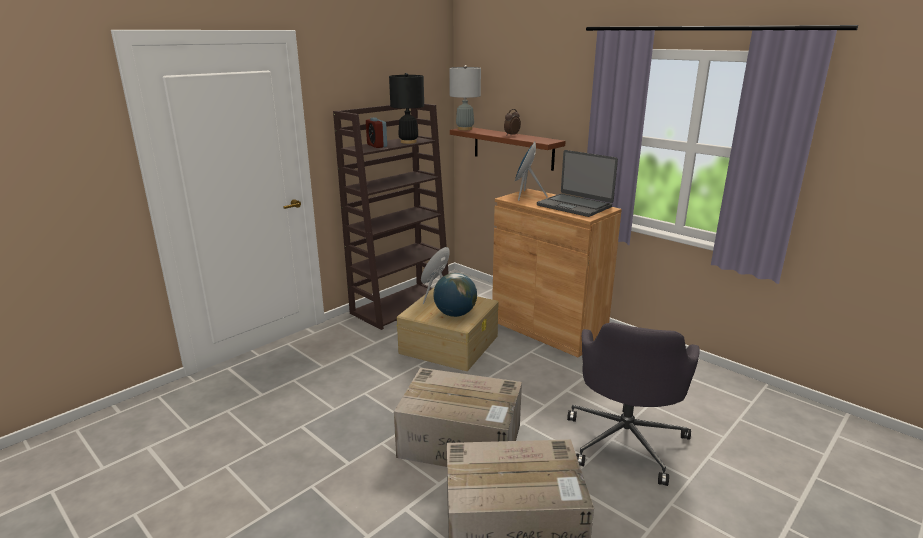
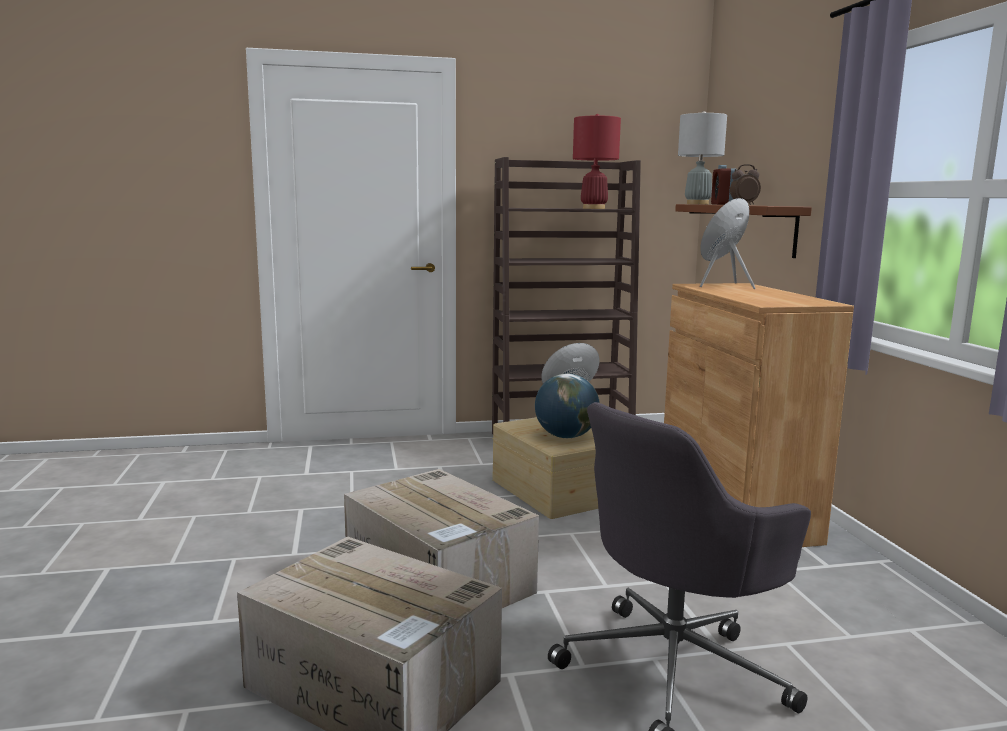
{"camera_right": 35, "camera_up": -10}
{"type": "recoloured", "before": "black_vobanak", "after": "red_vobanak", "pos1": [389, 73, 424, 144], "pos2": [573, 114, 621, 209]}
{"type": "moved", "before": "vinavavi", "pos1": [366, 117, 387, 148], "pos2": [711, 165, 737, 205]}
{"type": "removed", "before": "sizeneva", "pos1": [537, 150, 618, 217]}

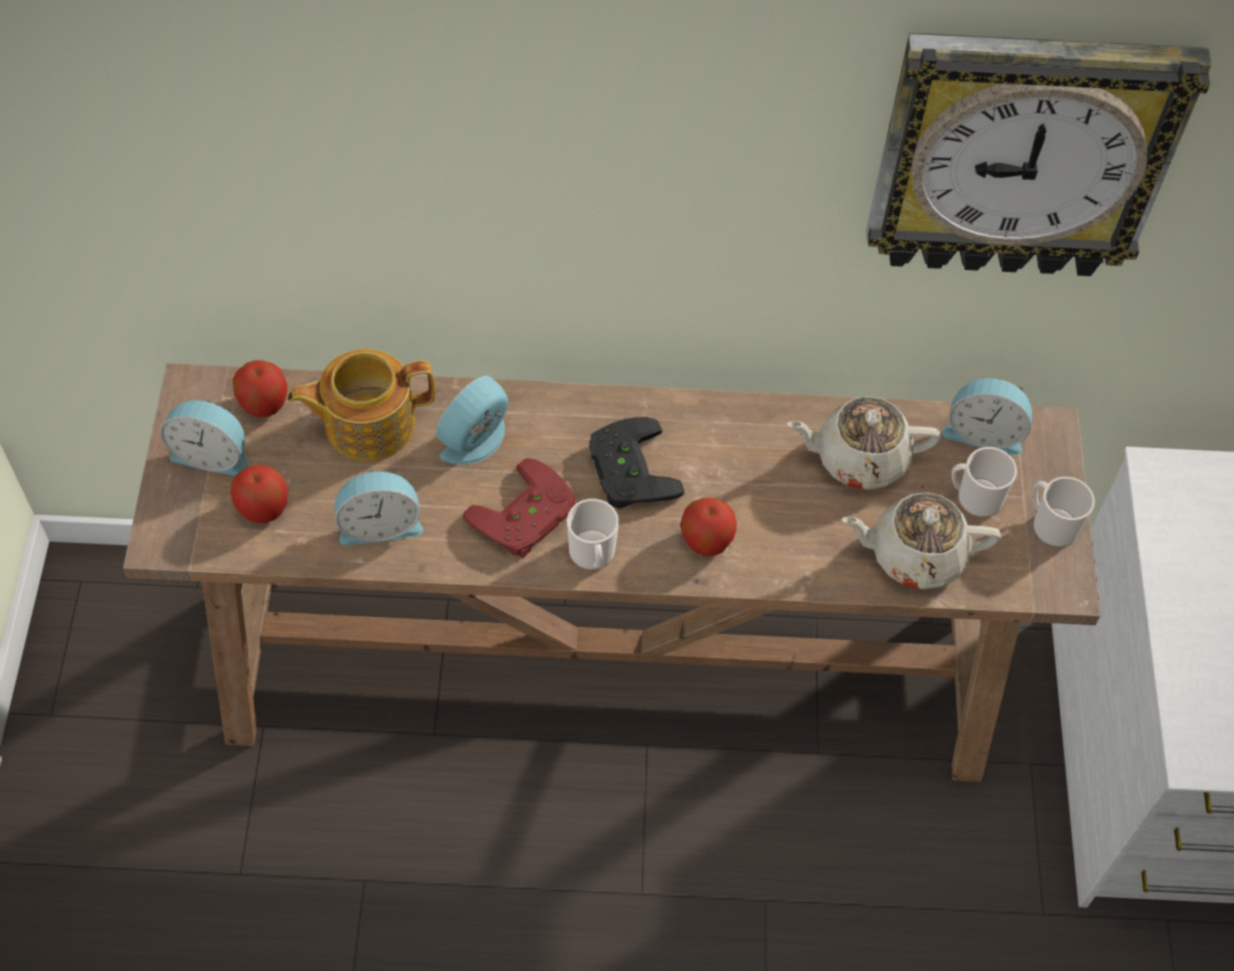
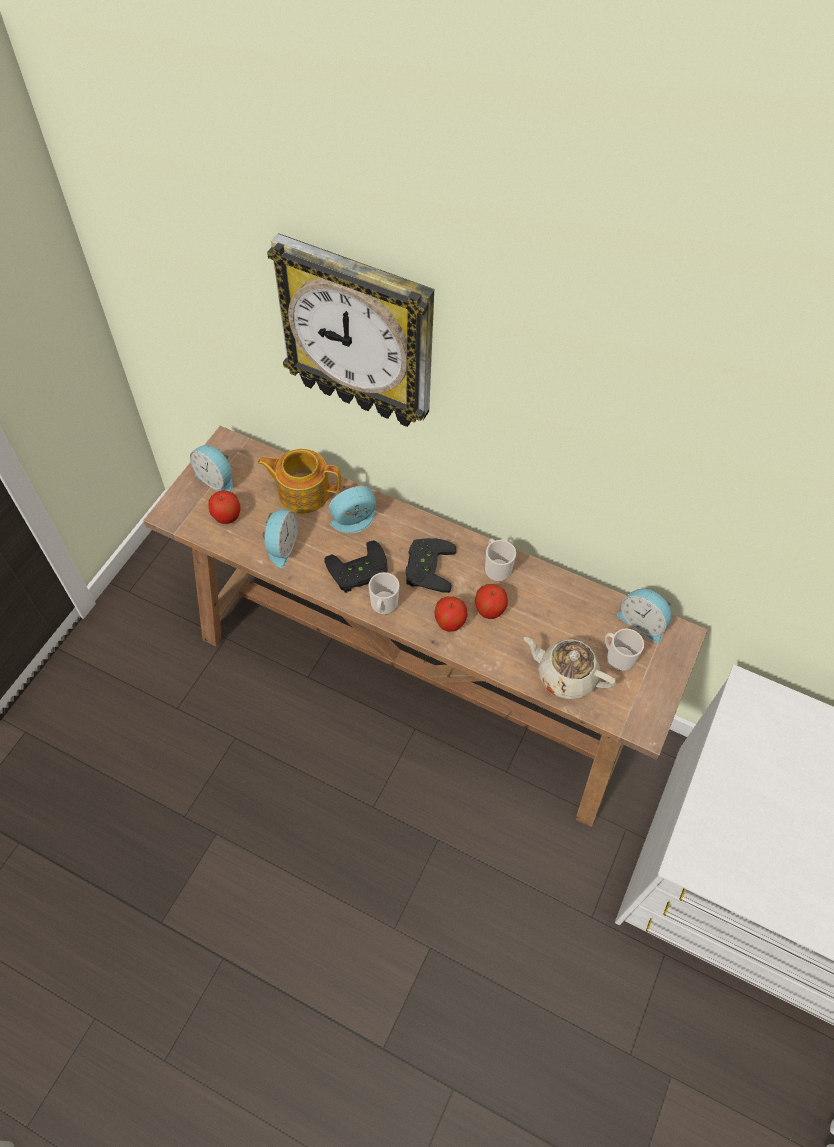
{"camera_right": 25, "camera_up": 0}
{"type": "turned", "before": "vinavavi", "pos1": [335, 470, 423, 545], "pos2": [263, 510, 298, 568], "turn": -90}
{"type": "moved", "before": "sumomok", "pos1": [866, 33, 1212, 276], "pos2": [267, 233, 434, 427]}
{"type": "recoloured", "before": "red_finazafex", "after": "black_finazafex", "pos1": [463, 458, 576, 558], "pos2": [324, 540, 388, 593]}
{"type": "moved", "before": "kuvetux", "pos1": [233, 360, 287, 417], "pos2": [475, 584, 508, 619]}
{"type": "moved", "before": "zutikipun", "pos1": [1032, 477, 1095, 547], "pos2": [485, 539, 516, 582]}
{"type": "removed", "before": "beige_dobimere", "pos1": [787, 396, 942, 490]}

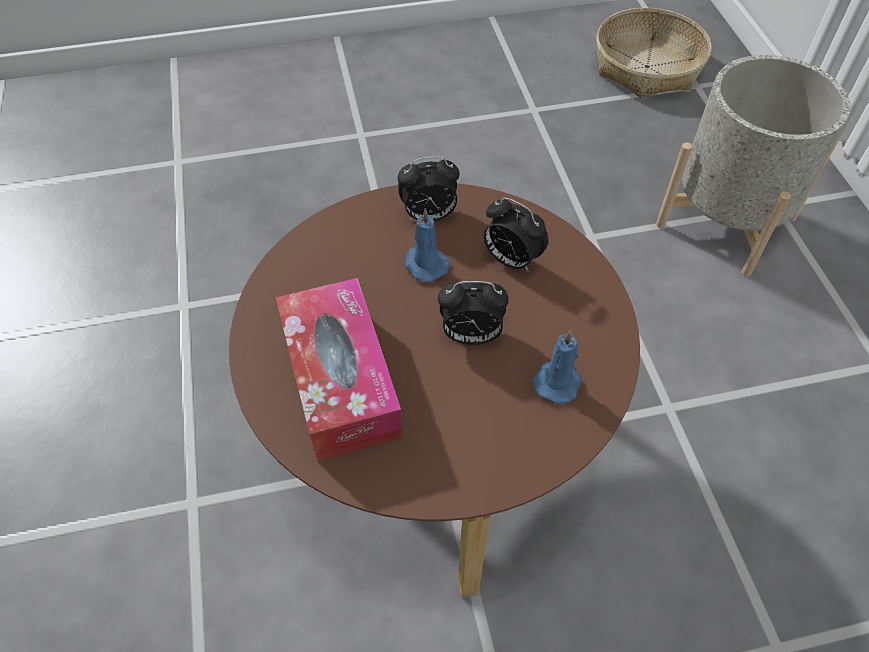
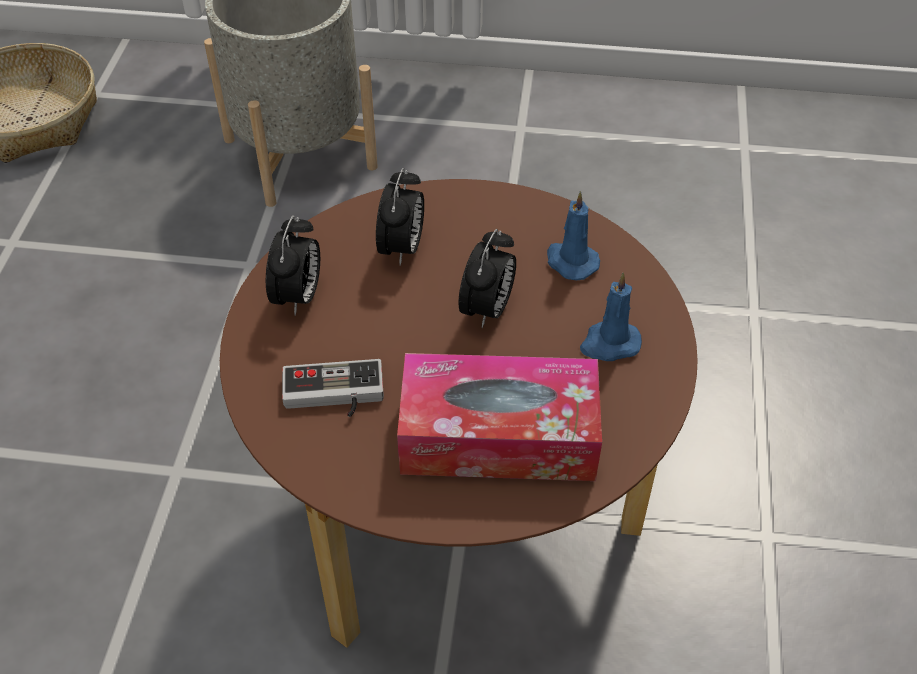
{"camera_right": -70, "camera_up": -5}
{"type": "added", "after": "finazafex", "pos2": [282, 359, 384, 417]}
{"type": "turned", "before": "vinavavi", "pos1": [484, 198, 549, 272], "pos2": [376, 168, 424, 266], "turn": -45}
{"type": "moved", "before": "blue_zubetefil", "pos1": [404, 208, 449, 282], "pos2": [580, 273, 642, 361]}

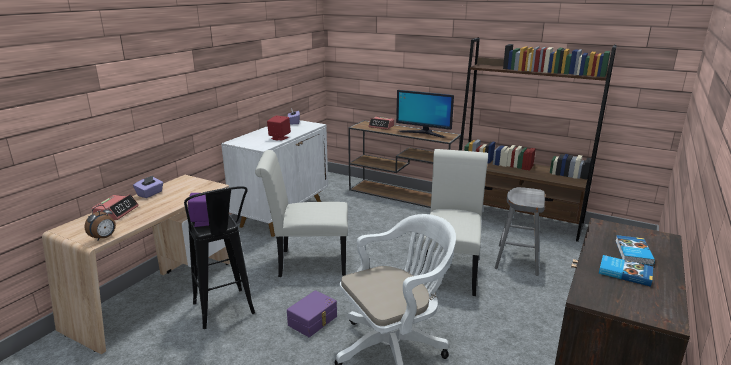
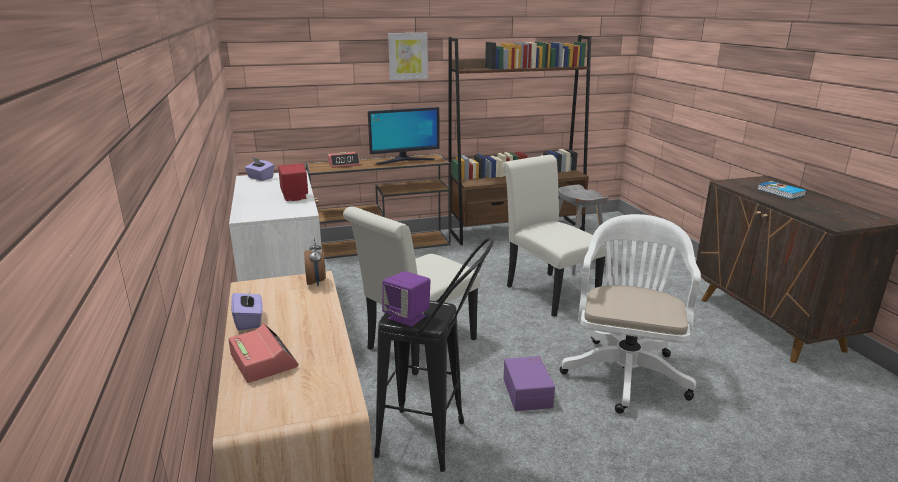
{"camera_right": -45, "camera_up": 0}
{"type": "moved", "before": "vinavavi", "pos1": [84, 205, 116, 241], "pos2": [304, 239, 326, 286]}
{"type": "added", "after": "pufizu", "pos2": [388, 33, 428, 80]}
{"type": "removed", "before": "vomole", "pos1": [599, 255, 653, 287]}

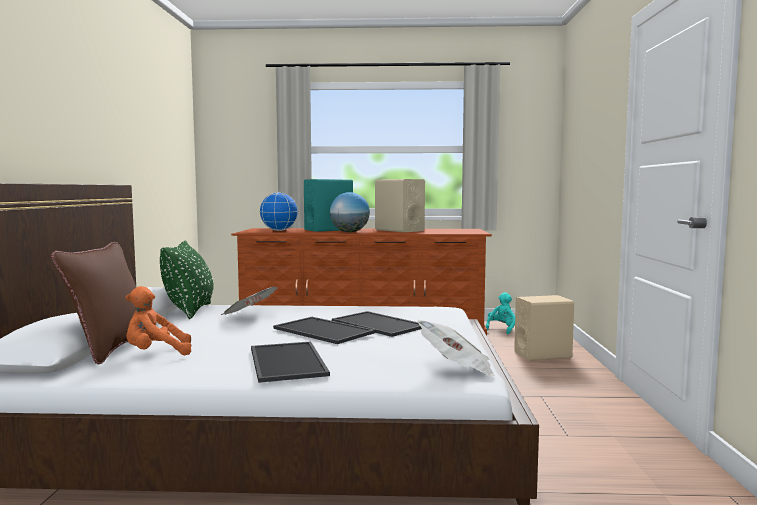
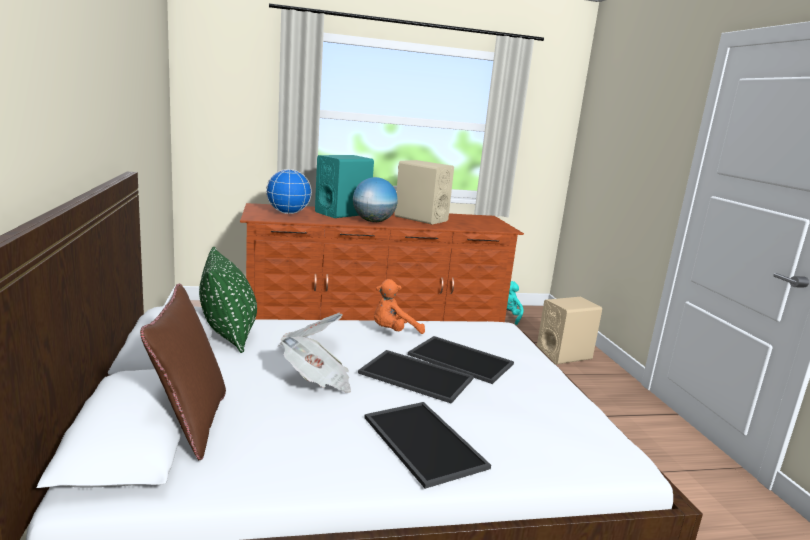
{"camera_right": -15, "camera_up": 10}
{"type": "moved", "before": "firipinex", "pos1": [417, 320, 494, 376], "pos2": [281, 336, 351, 393]}
{"type": "moved", "before": "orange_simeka", "pos1": [125, 286, 191, 355], "pos2": [374, 279, 425, 334]}

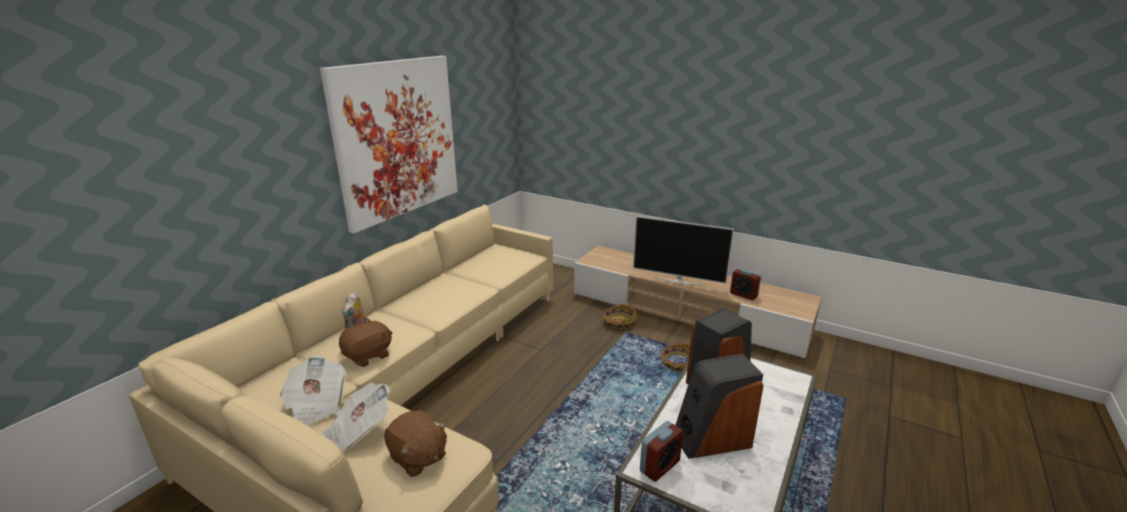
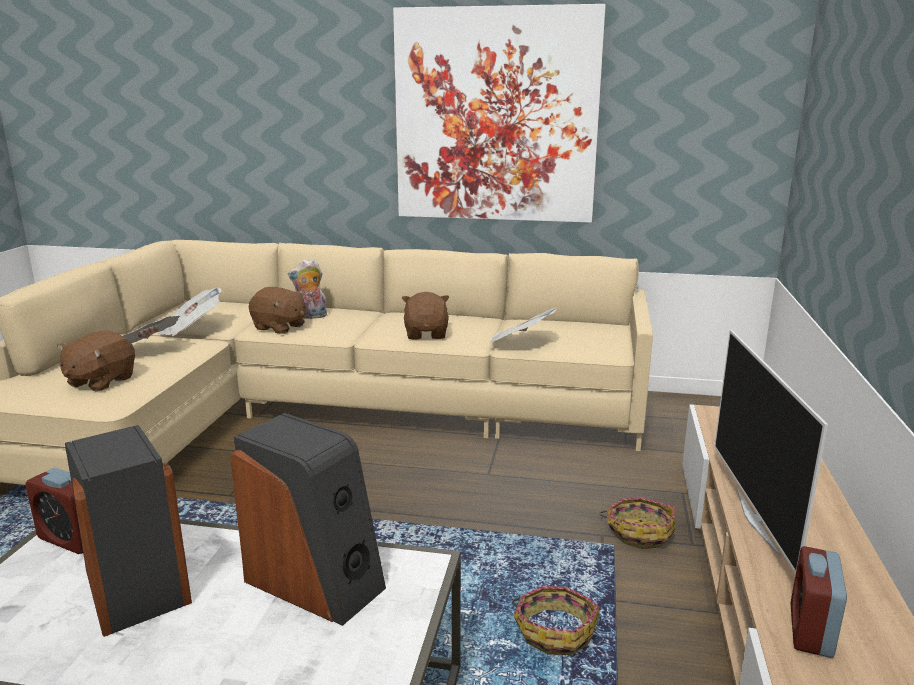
{"camera_right": 70, "camera_up": -5}
{"type": "added", "after": "brown_simeka", "pos2": [402, 292, 449, 339]}
{"type": "added", "after": "firipinex", "pos2": [490, 308, 557, 343]}

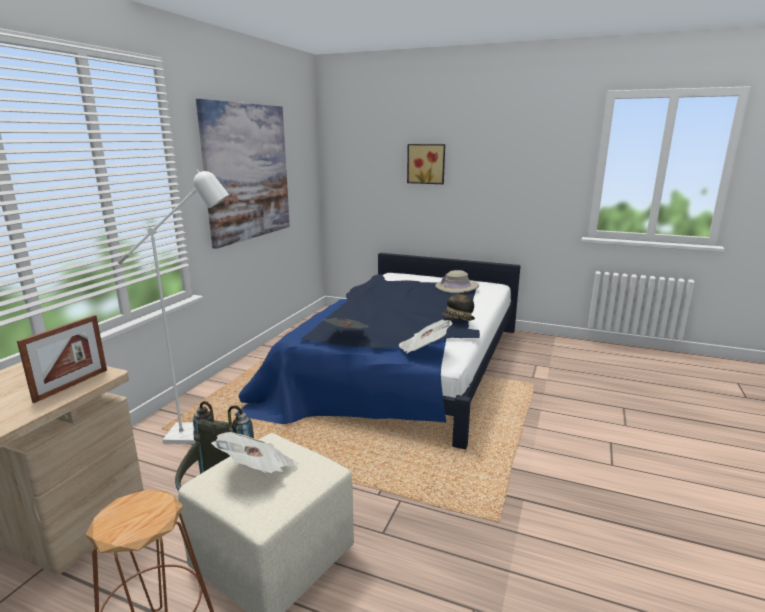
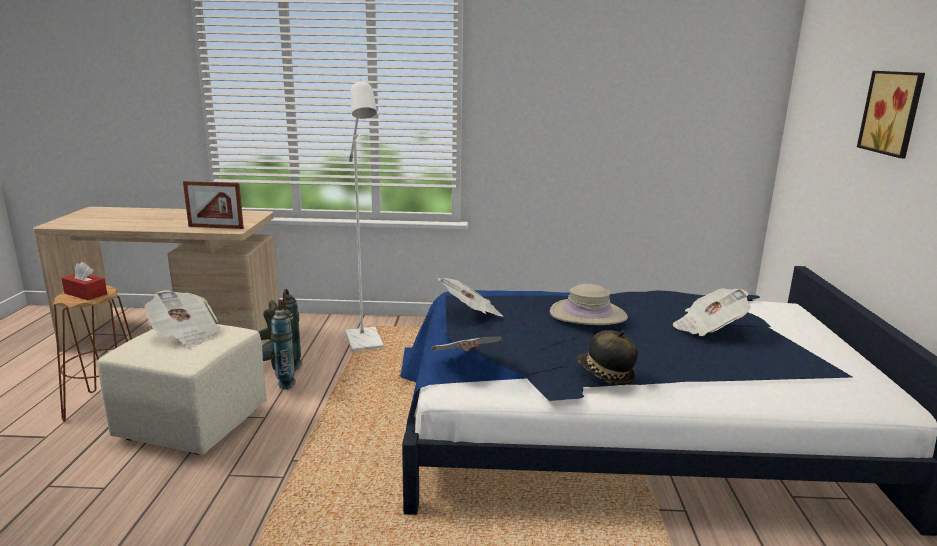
{"camera_right": 70, "camera_up": 0}
{"type": "added", "after": "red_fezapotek", "pos2": [61, 262, 107, 300]}
{"type": "moved", "before": "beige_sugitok", "pos1": [435, 270, 479, 293], "pos2": [550, 284, 628, 325]}
{"type": "added", "after": "firipinex", "pos2": [673, 288, 751, 336]}
{"type": "removed", "before": "pufizu", "pos1": [196, 99, 290, 249]}

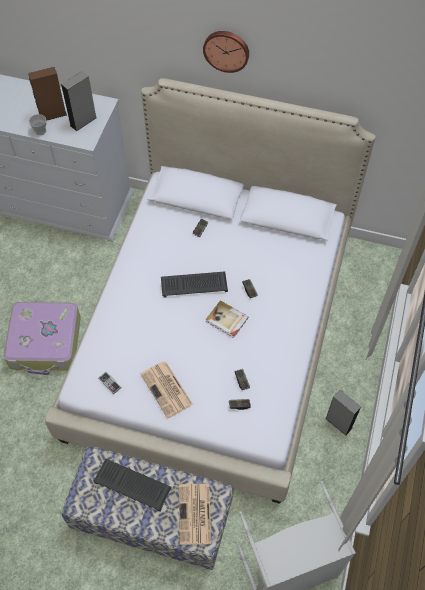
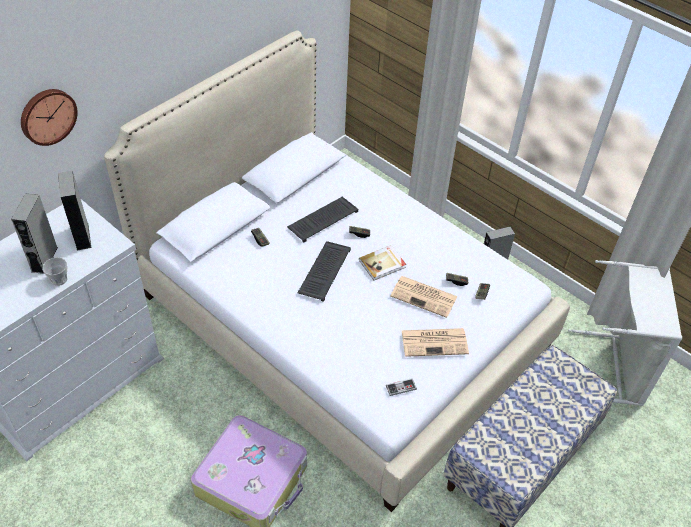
{"camera_right": -65, "camera_up": -10}
{"type": "recoloured", "before": "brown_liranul", "after": "grey_liranul", "pos1": [28, 67, 67, 121], "pos2": [11, 193, 58, 274]}
{"type": "moved", "before": "sumomok", "pos1": [203, 31, 249, 73], "pos2": [21, 89, 78, 146]}
{"type": "moved", "before": "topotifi", "pos1": [93, 459, 171, 511], "pos2": [287, 197, 359, 242]}
{"type": "moved", "before": "firipinex", "pos1": [179, 484, 211, 545], "pos2": [390, 276, 458, 318]}

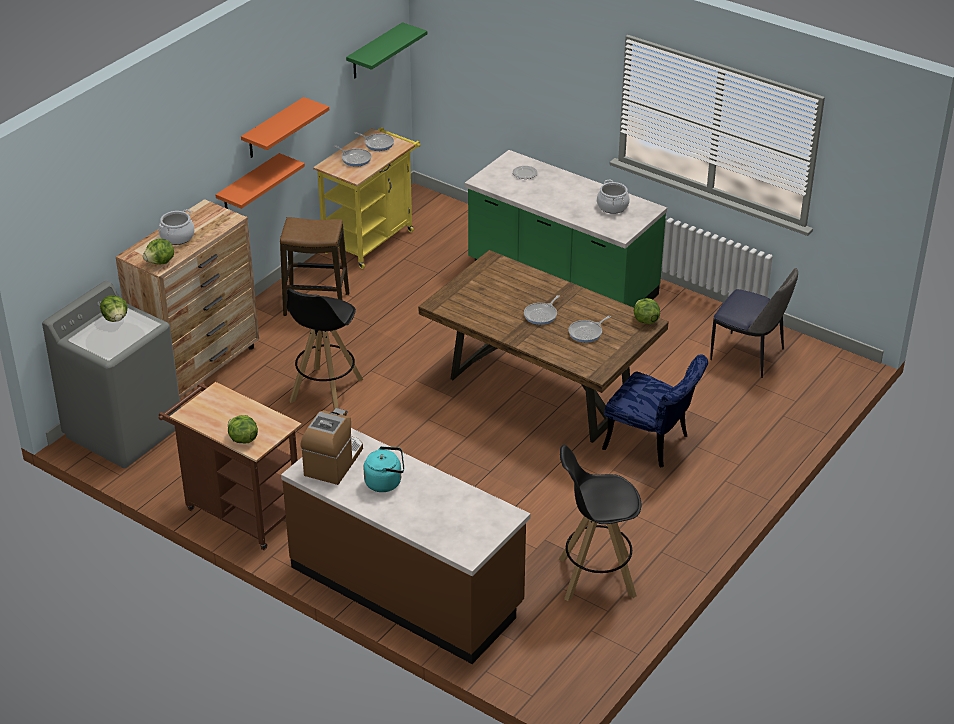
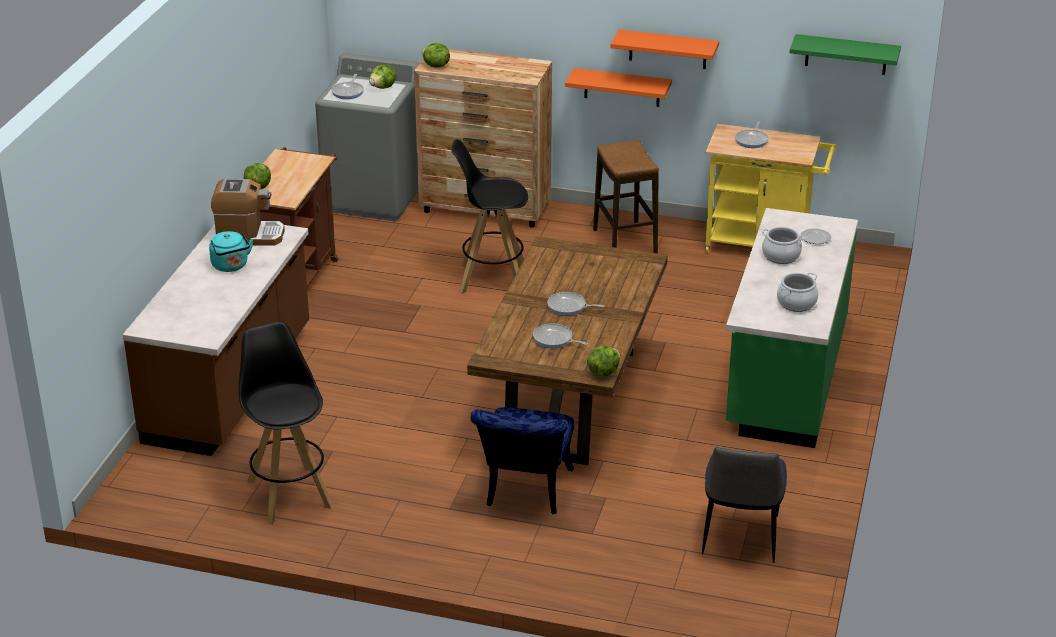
{"camera_right": 70, "camera_up": -5}
{"type": "moved", "before": "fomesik", "pos1": [354, 132, 394, 151], "pos2": [331, 74, 364, 99]}
{"type": "moved", "before": "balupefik", "pos1": [159, 209, 195, 245], "pos2": [762, 227, 805, 264]}

